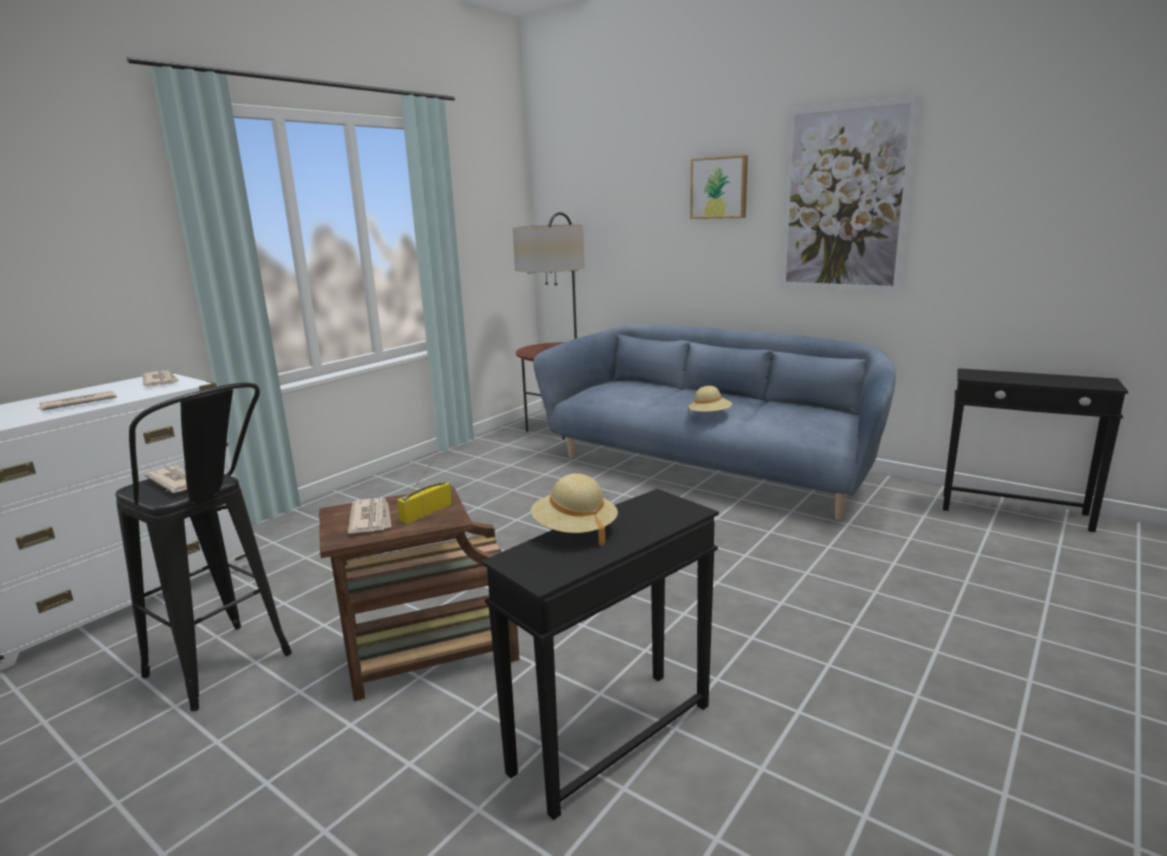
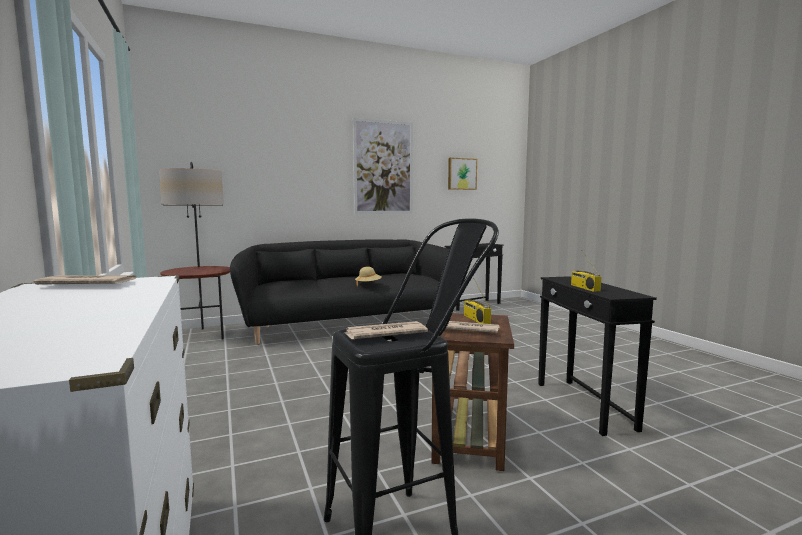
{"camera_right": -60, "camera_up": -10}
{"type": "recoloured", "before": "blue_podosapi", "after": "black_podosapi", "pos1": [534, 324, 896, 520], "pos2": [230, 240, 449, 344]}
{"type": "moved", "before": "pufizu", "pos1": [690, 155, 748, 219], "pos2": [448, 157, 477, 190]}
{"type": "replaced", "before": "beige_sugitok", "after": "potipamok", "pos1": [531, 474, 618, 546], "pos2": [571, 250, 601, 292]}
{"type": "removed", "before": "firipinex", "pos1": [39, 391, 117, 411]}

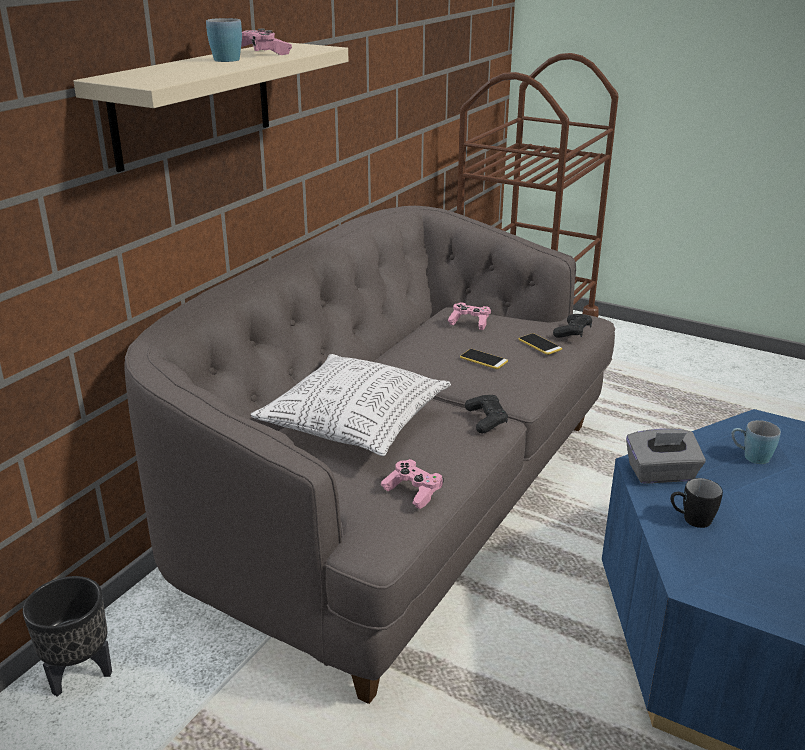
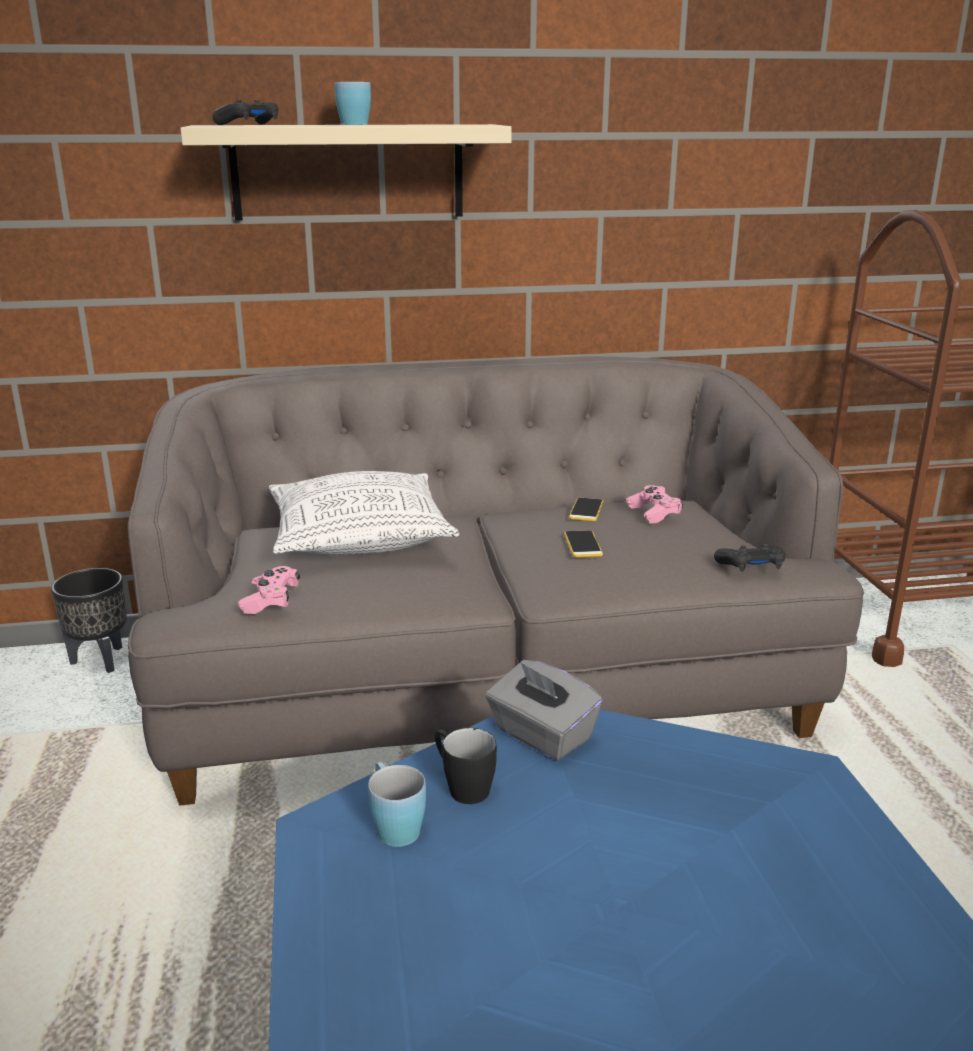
{"camera_right": 50, "camera_up": -5}
{"type": "moved", "before": "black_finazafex", "pos1": [465, 395, 508, 434], "pos2": [213, 100, 278, 125]}
{"type": "moved", "before": "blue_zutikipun", "pos1": [731, 420, 781, 464], "pos2": [368, 762, 426, 847]}
{"type": "moved", "before": "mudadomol", "pos1": [519, 333, 562, 355], "pos2": [569, 498, 603, 521]}
{"type": "removed", "before": "pink_finazafex", "pos1": [241, 29, 292, 55]}

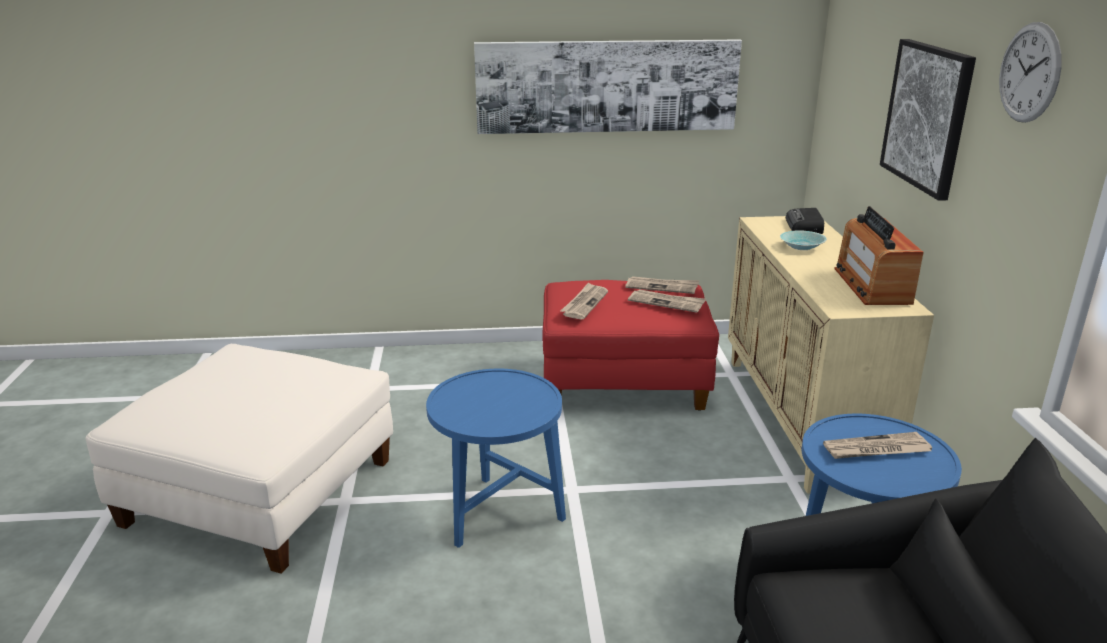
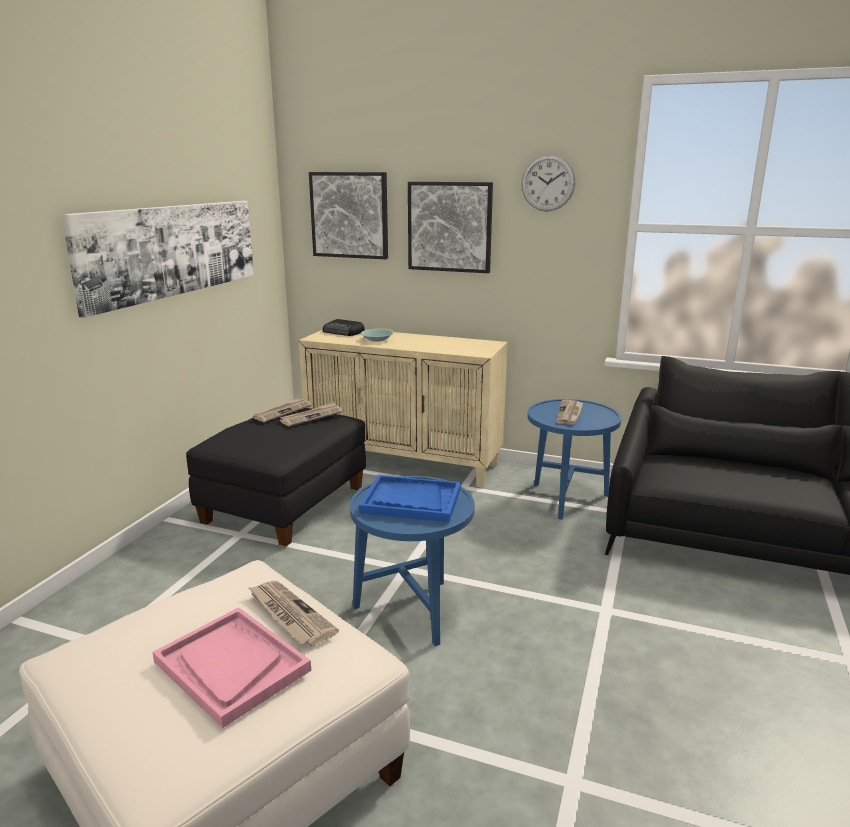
{"camera_right": -65, "camera_up": -5}
{"type": "added", "after": "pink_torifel", "pos2": [152, 607, 311, 728]}
{"type": "recoloured", "before": "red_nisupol", "after": "black_nisupol", "pos1": [543, 280, 719, 411], "pos2": [186, 408, 366, 547]}
{"type": "moved", "before": "firipinex", "pos1": [561, 282, 608, 320], "pos2": [249, 581, 339, 646]}
{"type": "added", "after": "pufizu", "pos2": [309, 172, 388, 259]}
{"type": "added", "after": "blue_torifel", "pos2": [359, 475, 461, 522]}
{"type": "removed", "before": "potipamok", "pos1": [834, 206, 924, 305]}

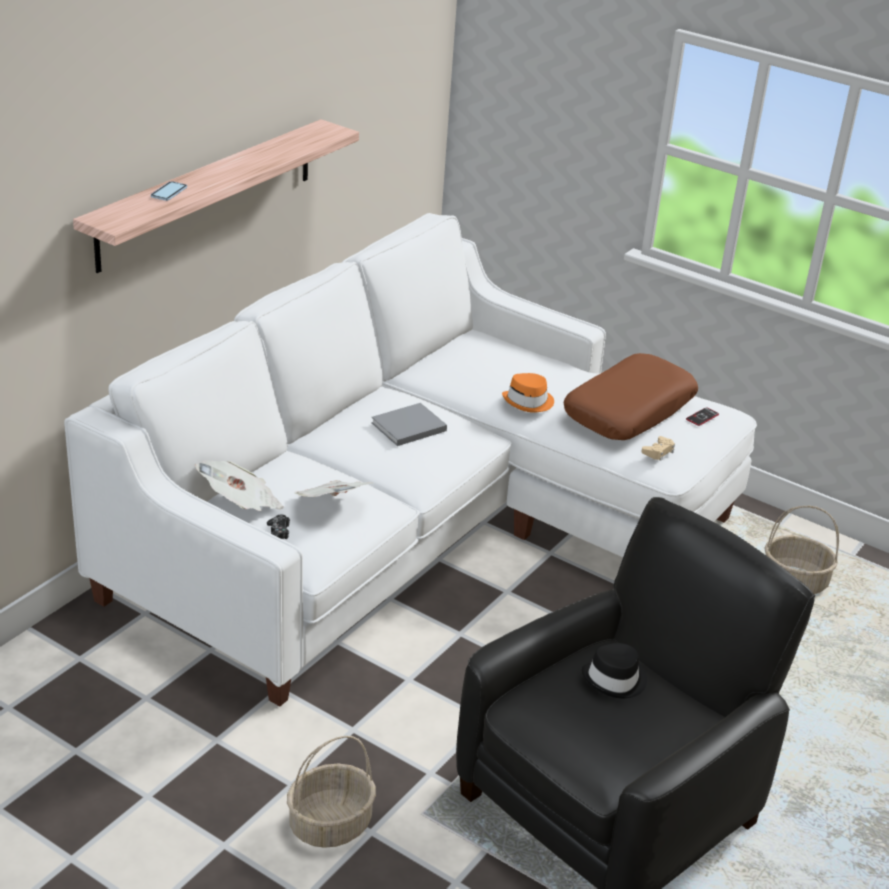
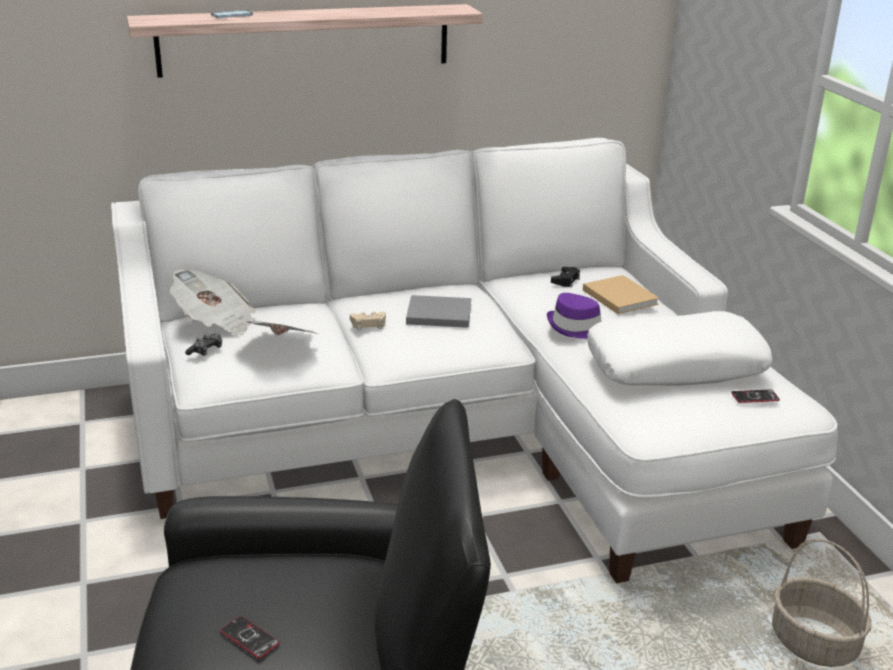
{"camera_right": 40, "camera_up": -5}
{"type": "added", "after": "mudadomol", "pos2": [220, 616, 280, 658]}
{"type": "moved", "before": "beige_finazafex", "pos1": [641, 436, 675, 461], "pos2": [350, 312, 386, 330]}
{"type": "recoloured", "before": "orange_sugitok", "after": "purple_sugitok", "pos1": [502, 373, 554, 413], "pos2": [547, 293, 602, 339]}
{"type": "added", "after": "black_finazafex", "pos2": [551, 267, 580, 287]}
{"type": "added", "after": "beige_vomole", "pos2": [583, 275, 659, 314]}
{"type": "recoloured", "before": "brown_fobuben", "after": "white_fobuben", "pos1": [564, 353, 698, 440], "pos2": [587, 311, 773, 386]}
{"type": "removed", "before": "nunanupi", "pos1": [287, 736, 376, 848]}
{"type": "removed", "before": "black_sugitok", "pos1": [581, 643, 647, 698]}

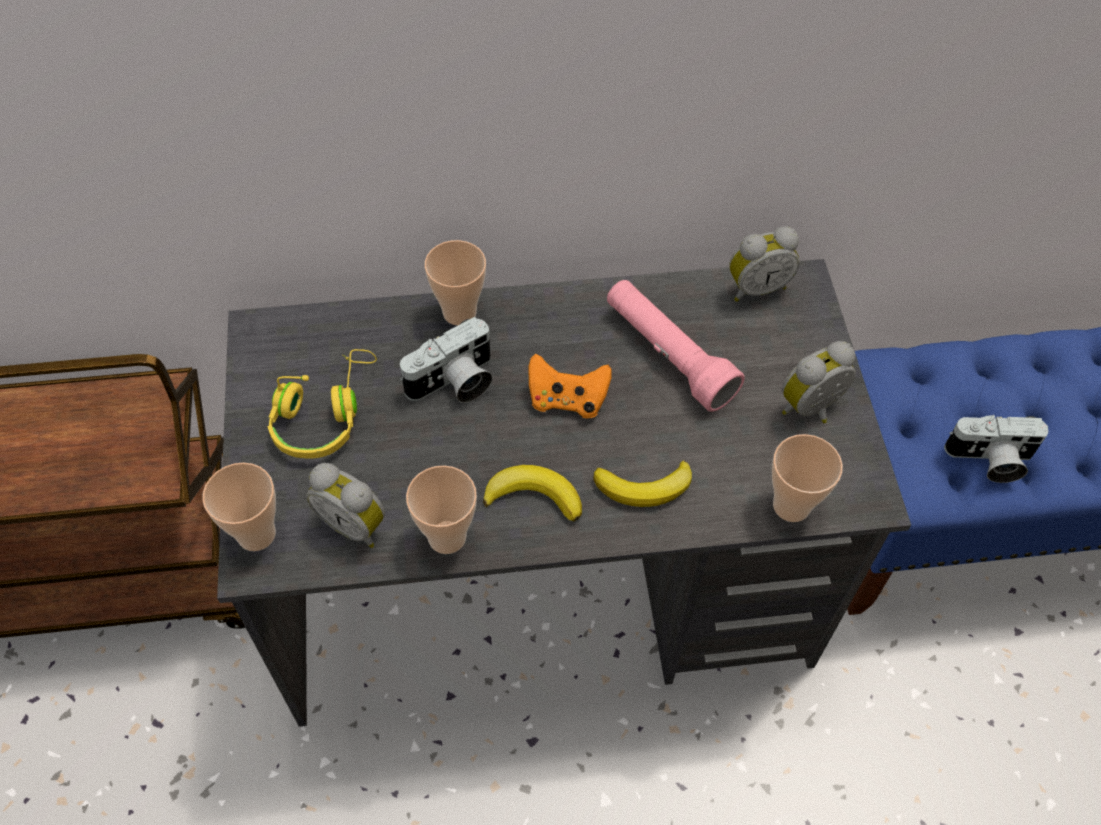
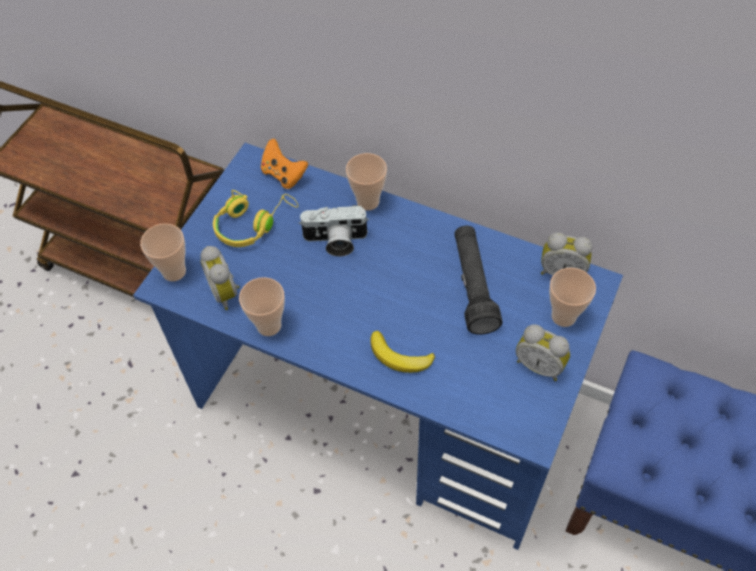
{"camera_right": 35, "camera_up": 0}
{"type": "recoloured", "before": "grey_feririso", "after": "blue_feririso", "pos1": [217, 259, 911, 727], "pos2": [133, 143, 623, 550]}
{"type": "moved", "before": "orange_finazafex", "pos1": [529, 354, 612, 419], "pos2": [261, 139, 308, 189]}
{"type": "recoloured", "before": "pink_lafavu", "after": "black_lafavu", "pos1": [607, 280, 745, 412], "pos2": [454, 226, 503, 335]}
{"type": "turned", "before": "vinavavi", "pos1": [782, 341, 856, 423], "pos2": [516, 324, 570, 381], "turn": -150}
{"type": "moved", "before": "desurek", "pos1": [772, 434, 843, 522], "pos2": [549, 268, 596, 327]}
{"type": "removed", "before": "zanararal", "pos1": [483, 465, 582, 522]}
{"type": "removed", "before": "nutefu", "pos1": [944, 415, 1048, 483]}

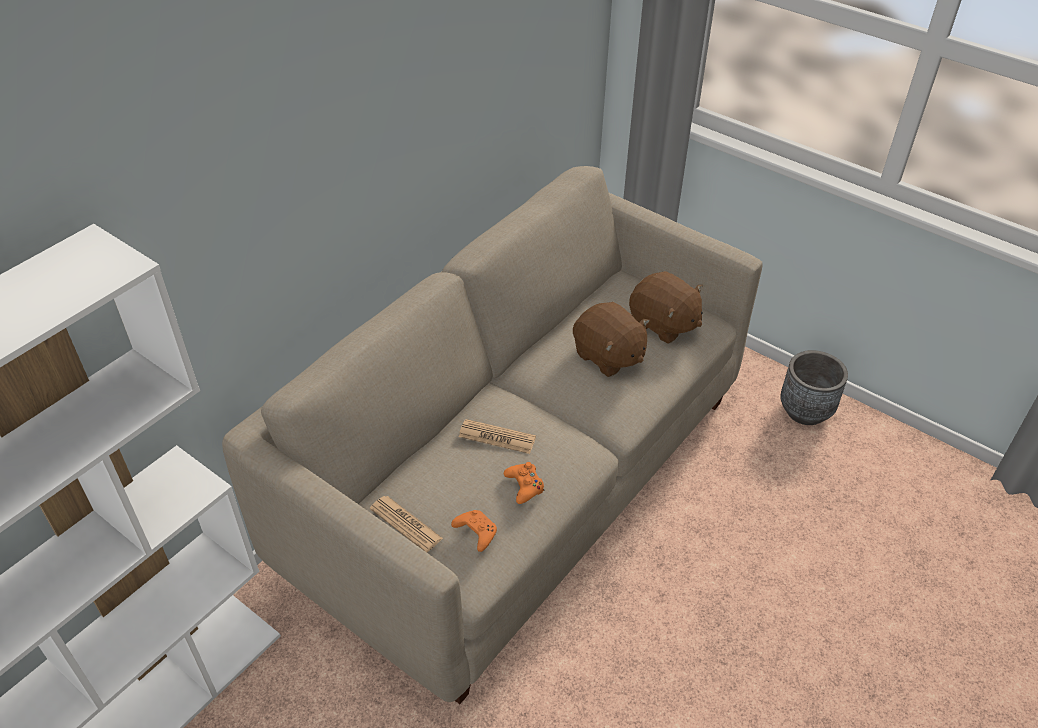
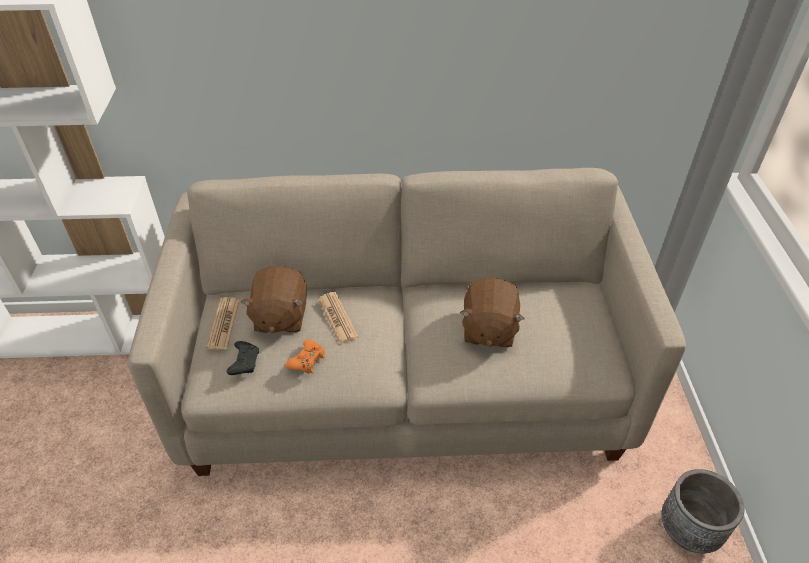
{"camera_right": 50, "camera_up": 0}
{"type": "recoloured", "before": "orange_finazafex", "after": "black_finazafex", "pos1": [451, 510, 497, 552], "pos2": [227, 341, 259, 375]}
{"type": "moved", "before": "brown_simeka", "pos1": [629, 271, 703, 344], "pos2": [241, 266, 307, 333]}

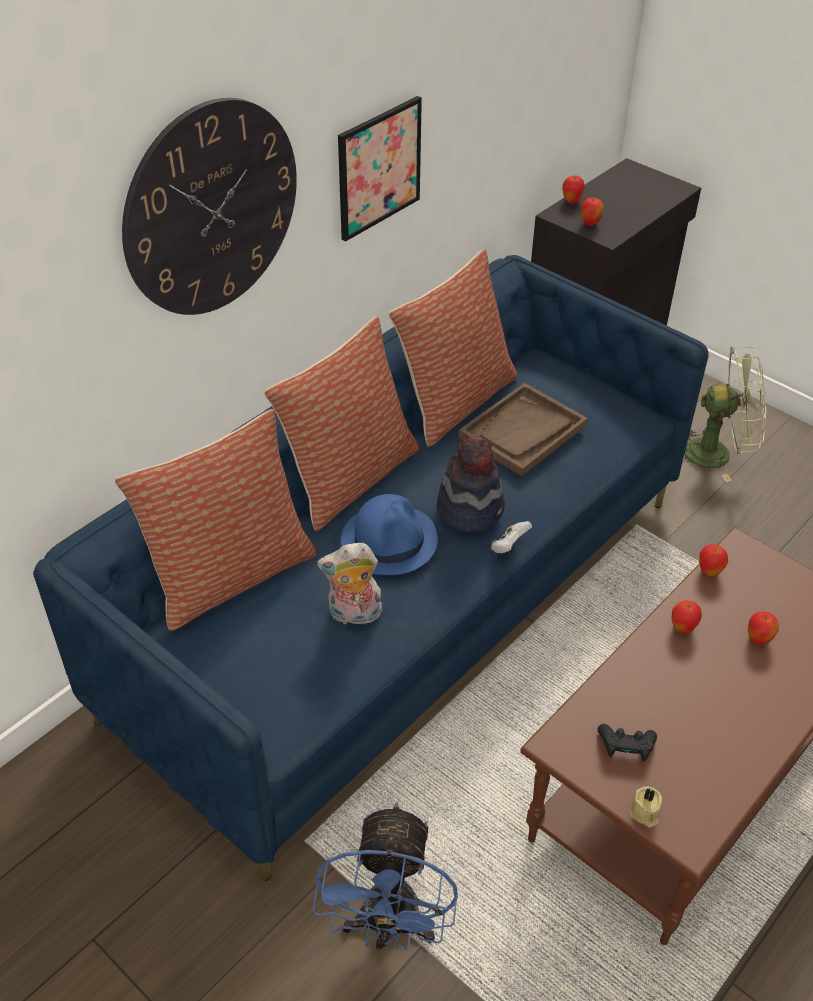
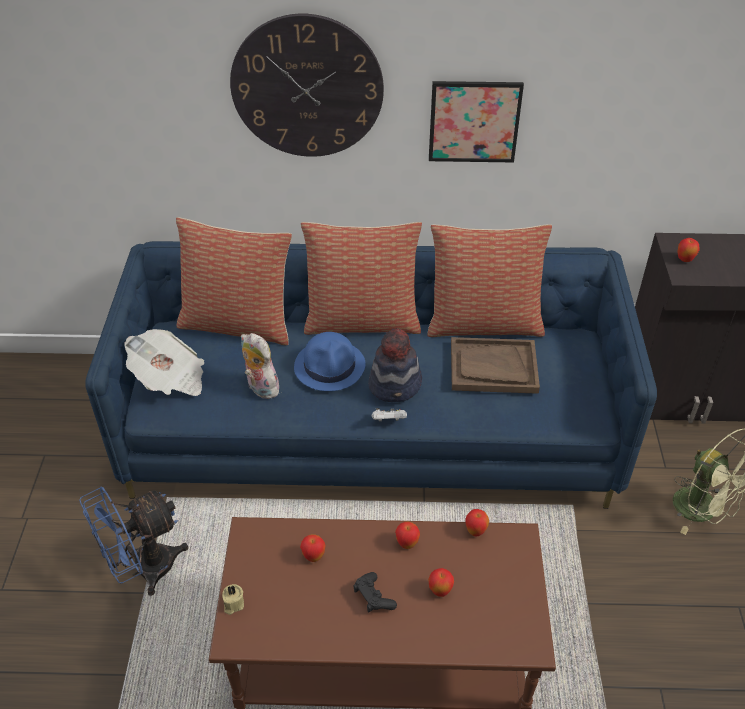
{"camera_right": 50, "camera_up": 0}
{"type": "added", "after": "firipinex", "pos2": [124, 329, 204, 396]}
{"type": "moved", "before": "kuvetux", "pos1": [563, 176, 585, 204], "pos2": [300, 534, 326, 562]}
{"type": "moved", "before": "black_finazafex", "pos1": [598, 724, 657, 762], "pos2": [354, 572, 397, 612]}

